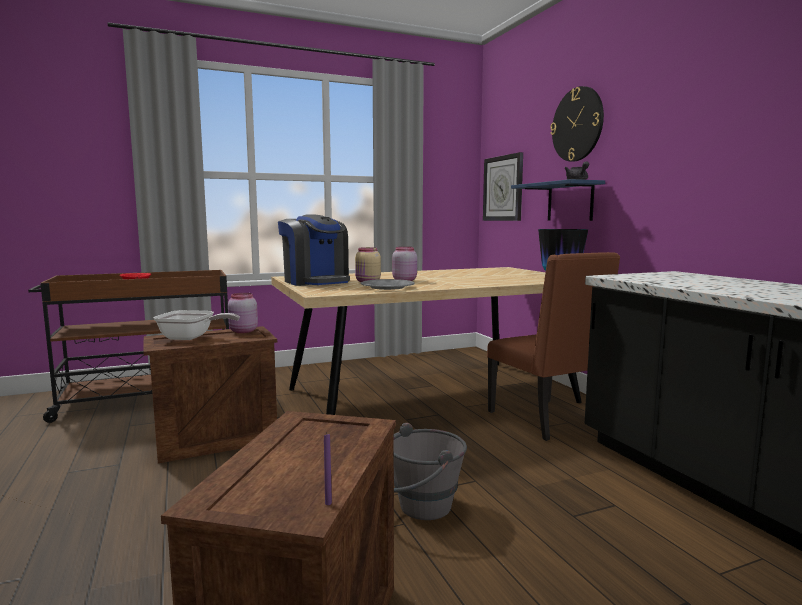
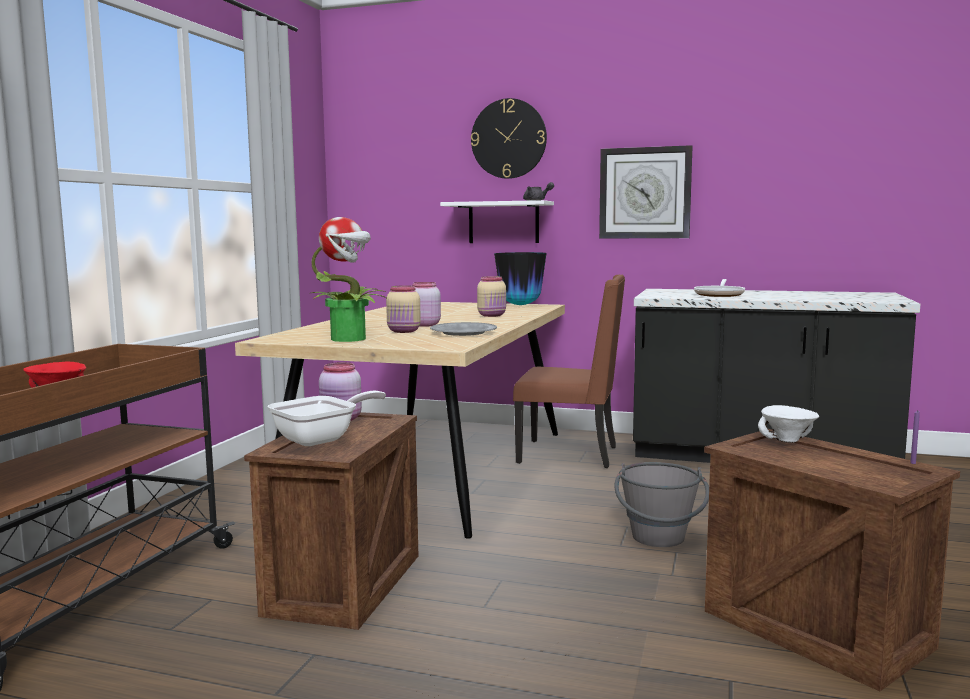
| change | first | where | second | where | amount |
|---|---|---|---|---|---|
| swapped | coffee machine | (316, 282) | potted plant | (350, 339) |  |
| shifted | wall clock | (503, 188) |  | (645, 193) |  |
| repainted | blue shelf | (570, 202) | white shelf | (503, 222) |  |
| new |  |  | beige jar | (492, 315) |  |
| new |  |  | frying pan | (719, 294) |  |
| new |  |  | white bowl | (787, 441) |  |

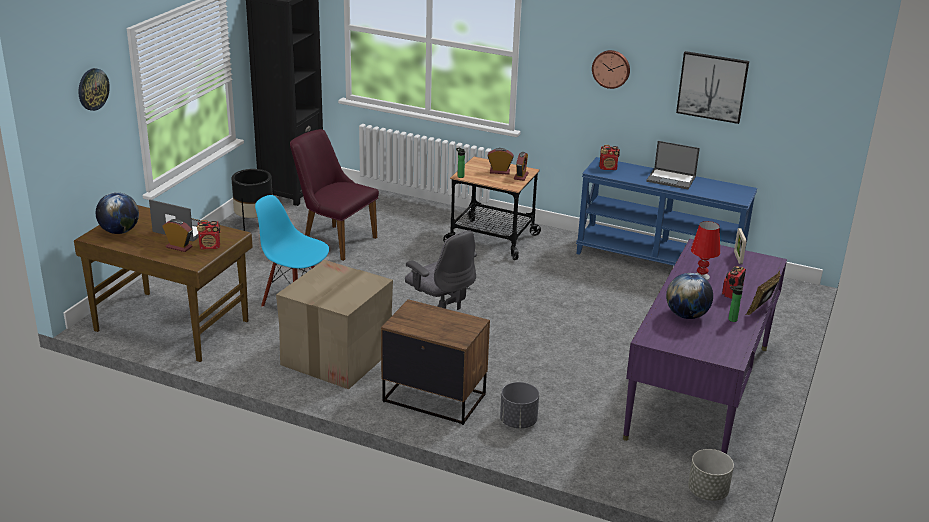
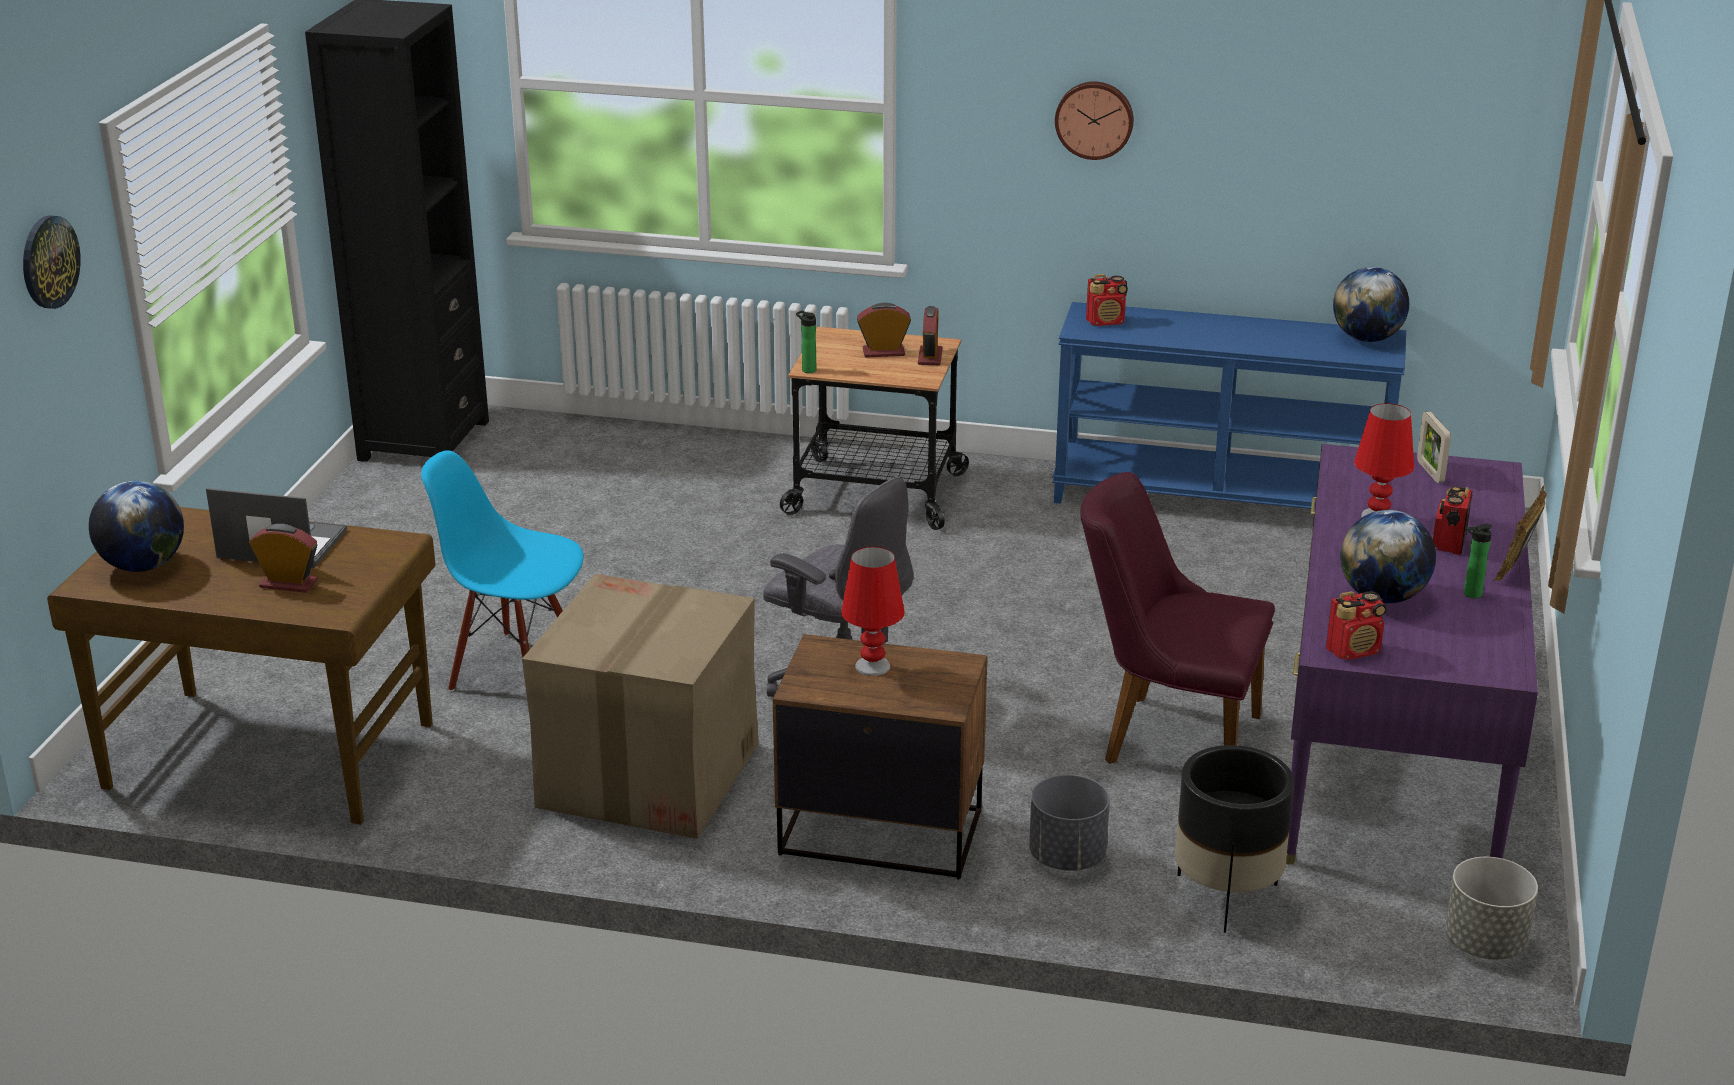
| change | first | where | second | where | amount |
|---|---|---|---|---|---|
| shifted | radio | (210, 246) |  | (1354, 651) |  |
| shifted | black planter | (254, 224) |  | (1226, 897) |  |
| shifted | purple chair | (333, 240) |  | (1166, 736) |  |
| gone | laptop | (671, 179) |  |  |  |
| gone | picture | (712, 86) |  |  |  |
| new |  |  | red table lamp | (873, 666) |  |
| new |  |  | globe | (1367, 338) |  |

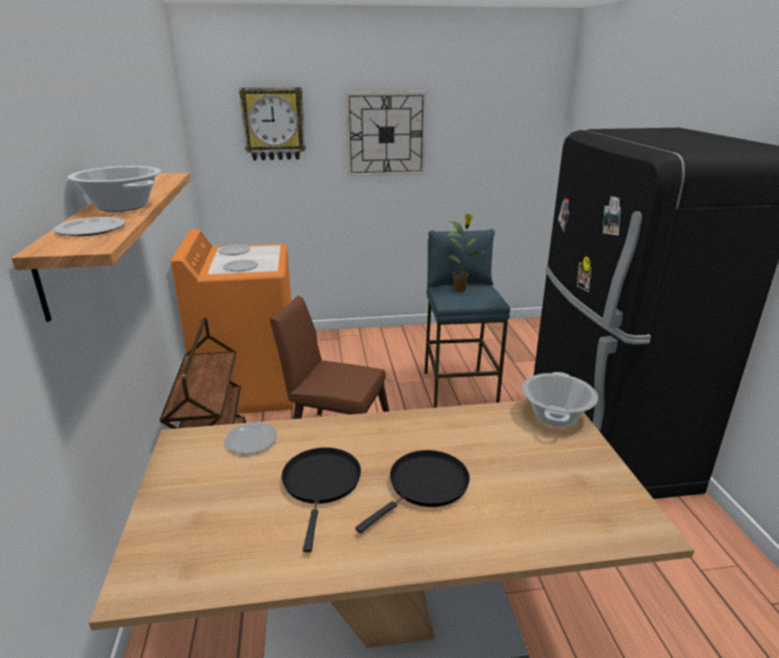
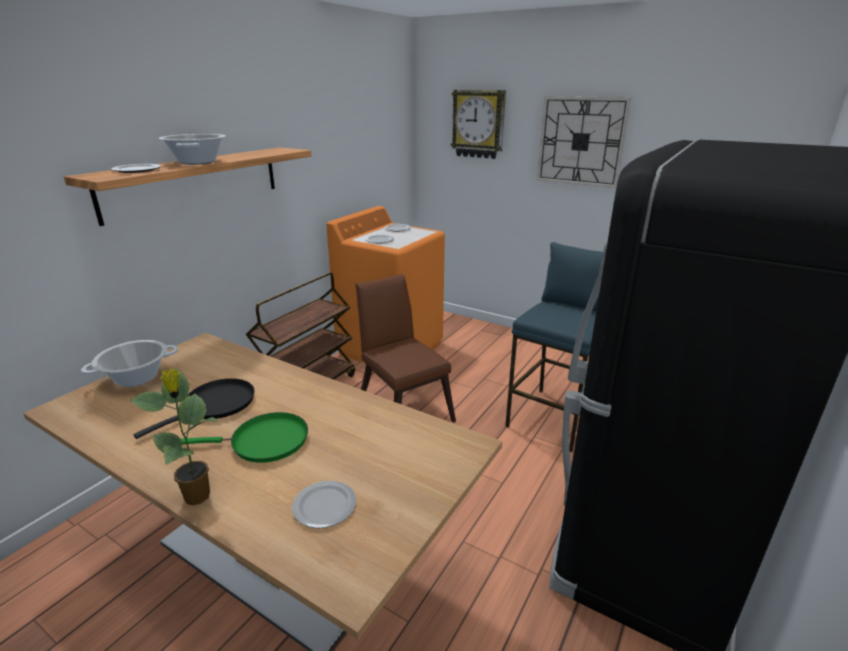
| change | first | where | second | where | amount |
|---|---|---|---|---|---|
| shifted | plate | (250, 441) |  | (323, 506) |  |
| repainted | black frying pan | (425, 486) | green frying pan | (264, 442) |  |
| shifted | potted plant | (460, 289) |  | (198, 497) |  |
| shifted | cooking pot | (556, 415) |  | (137, 378) |  |

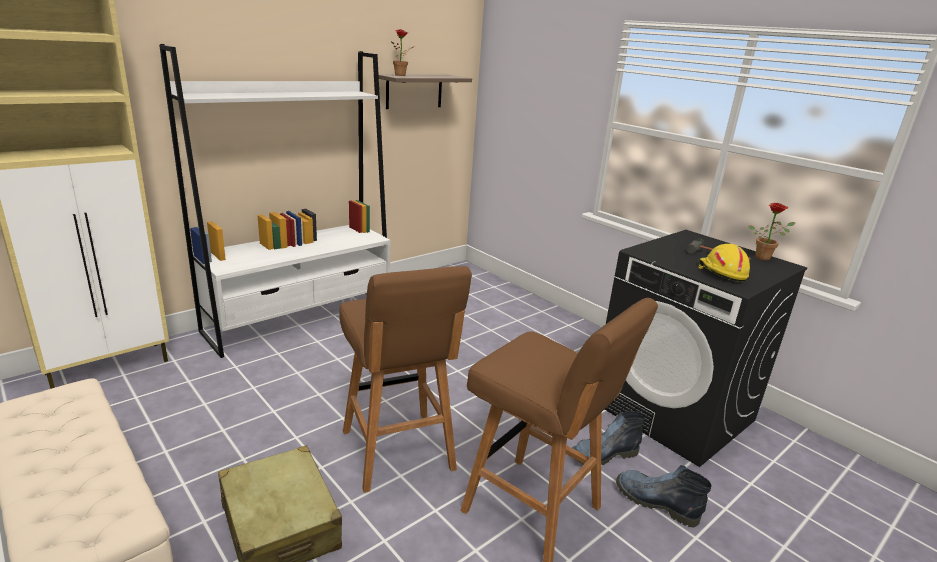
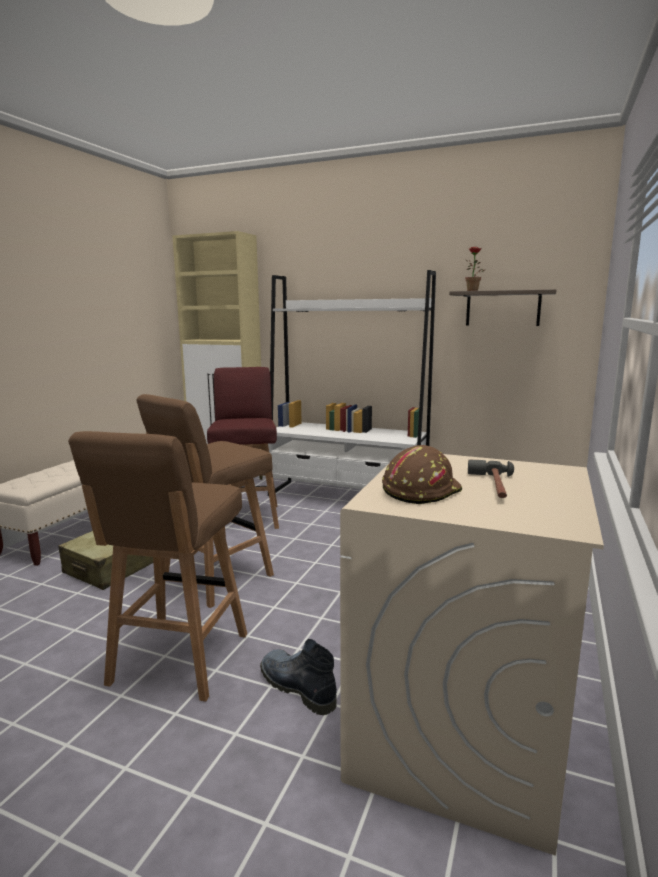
| change | first | where | second | where | amount |
|---|---|---|---|---|---|
| repainted | black washing machine | (673, 411) | beige washing machine | (458, 736) |  |
| gone | boot | (654, 502) |  |  |  |
| repainted | yellow hard hat | (721, 272) | brown hard hat | (420, 491) |  |
| gone | potted plant | (764, 257) |  |  |  |
| new |  |  | red stool | (247, 517) |  |

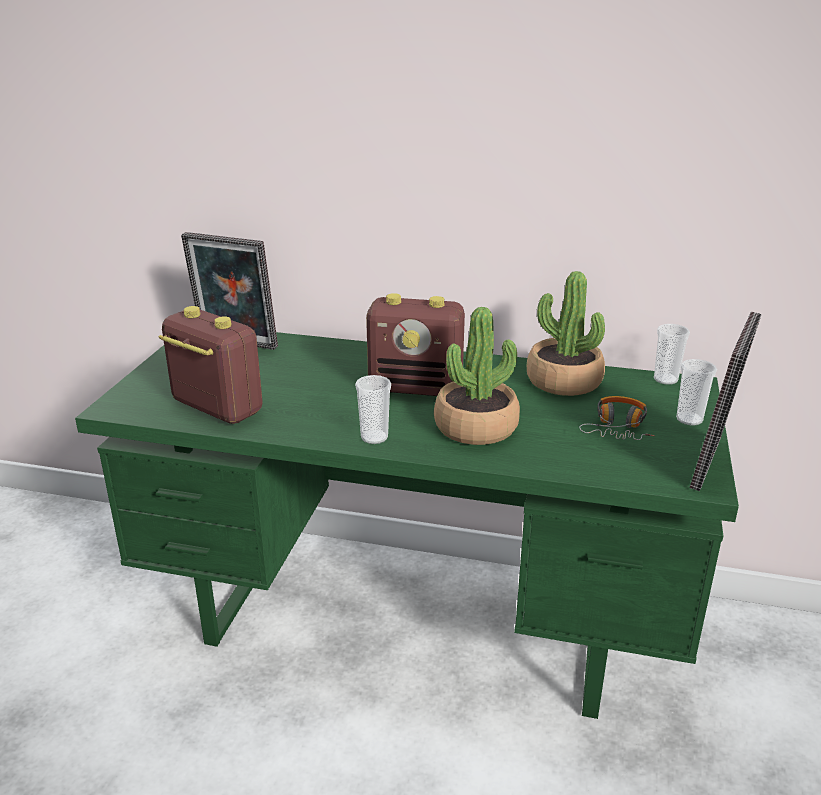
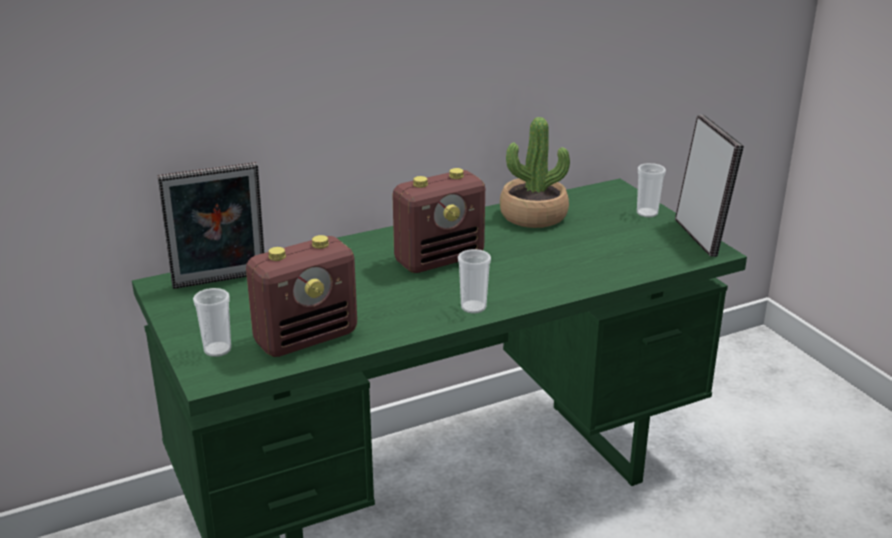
| change | first | where | second | where | amount |
|---|---|---|---|---|---|
| rotated | radio | (216, 407) |  | (307, 338) | 150 degrees clockwise |
| gone | potted plant | (476, 427) |  |  |  |
| gone | headphones | (618, 427) |  |  |  |
| shifted | cup | (665, 379) |  | (217, 350) |  |

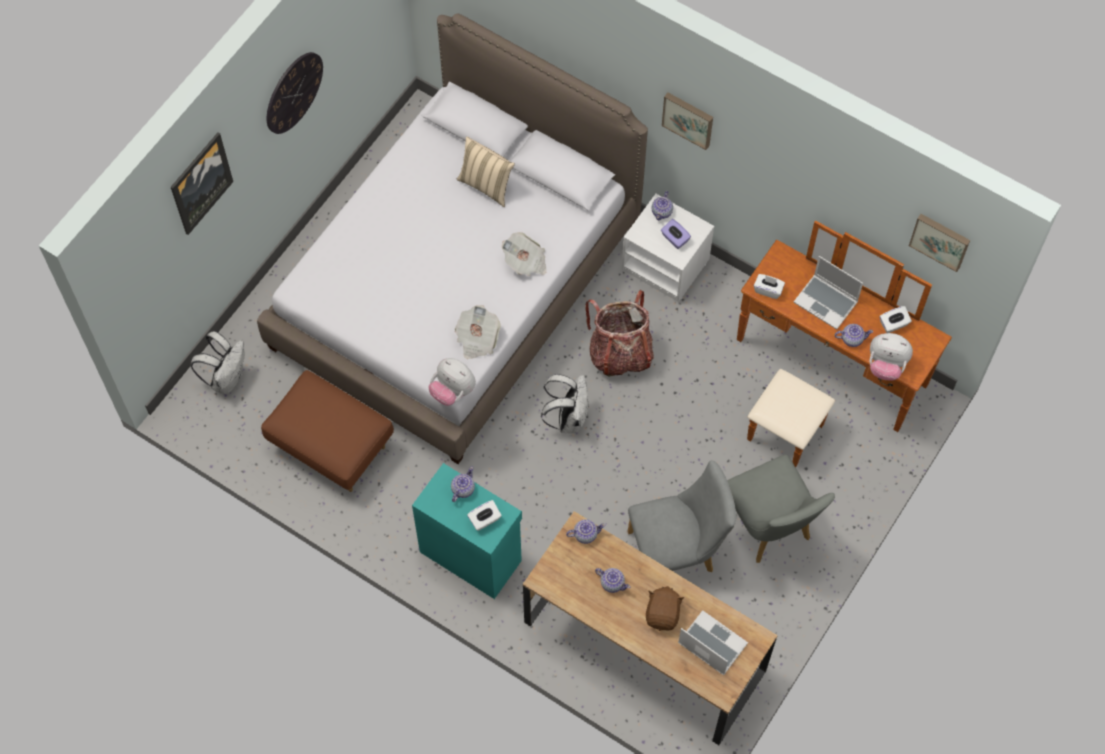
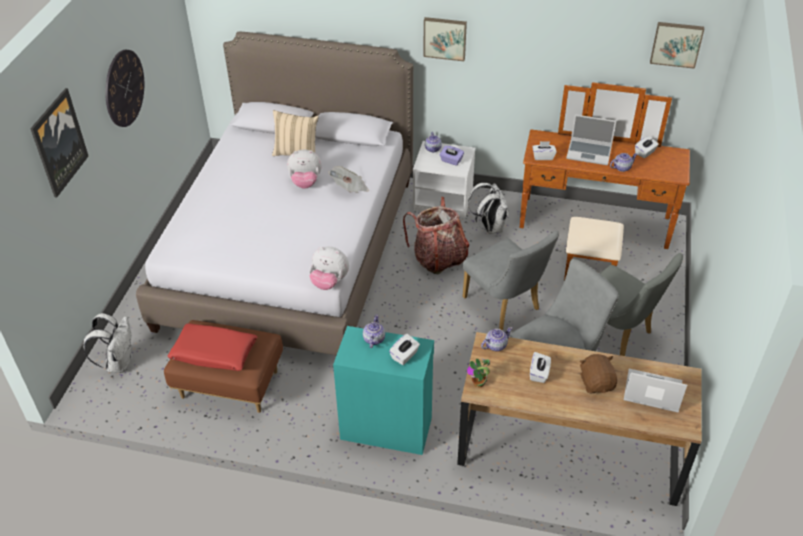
| change | first | where | second | where | amount |
|---|---|---|---|---|---|
| gone | newspaper | (477, 339) |  |  |  |
| shifted | white backpack | (568, 418) |  | (489, 227) |  |
| swapped | teapot | (612, 583) | white tissue box | (539, 373) |  |
| shifted | plush toy | (886, 365) |  | (305, 183) |  |
| new |  |  | red pillow | (214, 353) |  |
| new |  |  | grey chair | (505, 306) |  |
| new |  |  | potted plant | (479, 383) |  |

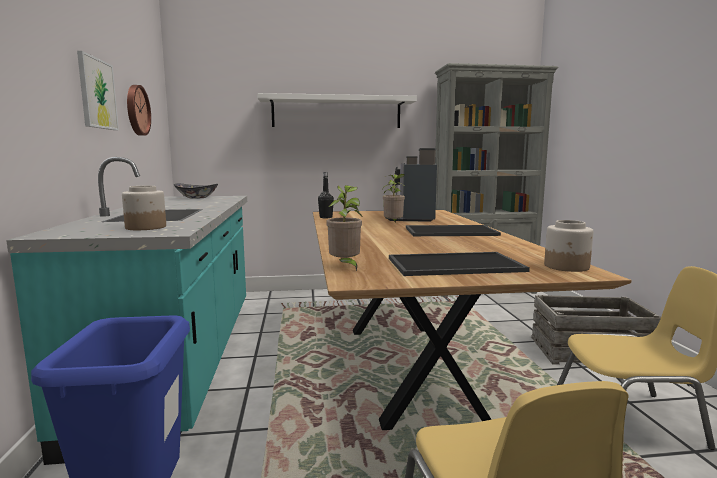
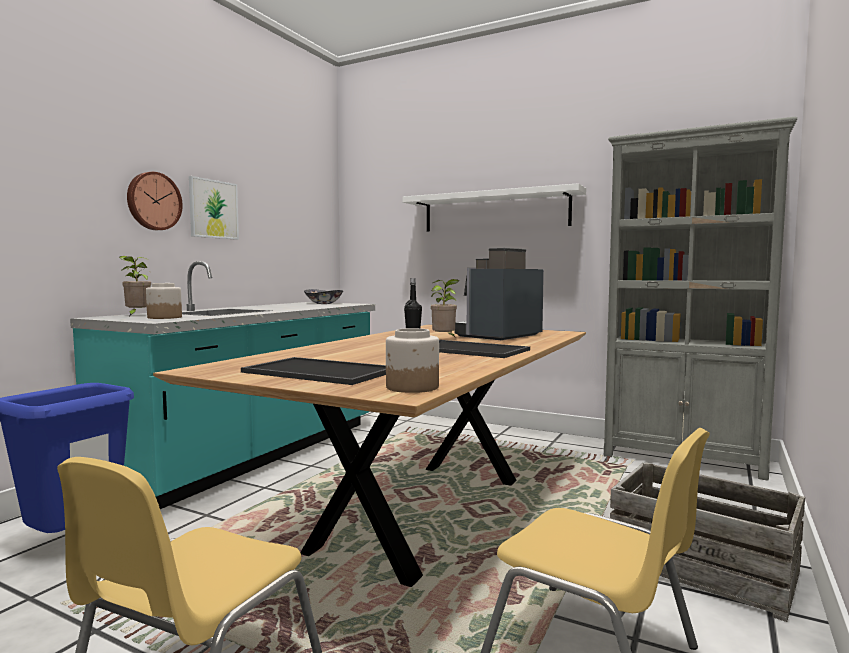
| change | first | where | second | where | amount |
|---|---|---|---|---|---|
| shifted | wall clock | (136, 110) |  | (153, 201) |  |
| shifted | potted plant | (345, 266) |  | (137, 316) |  |

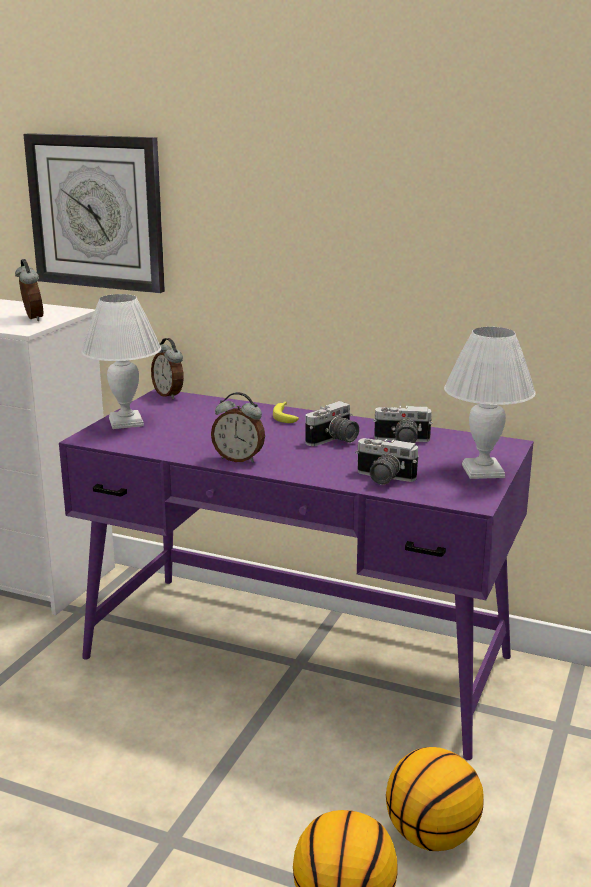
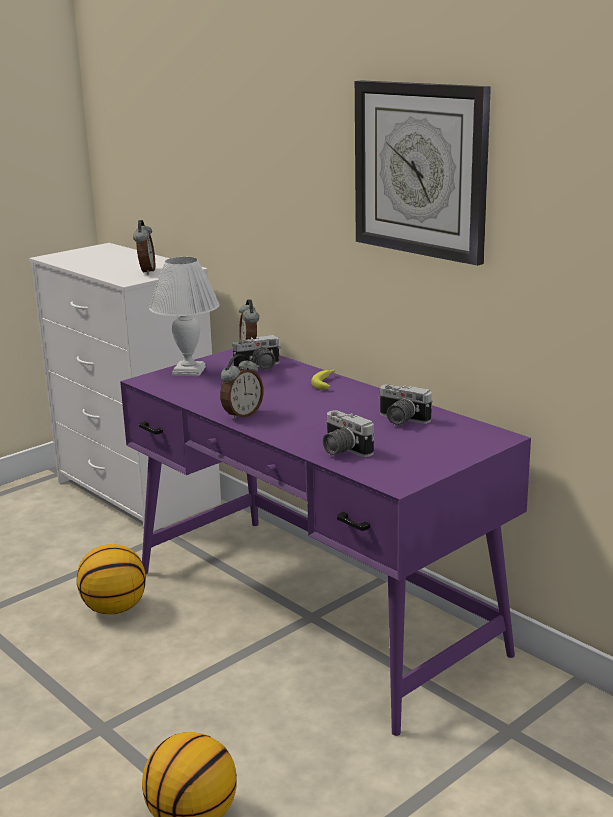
| change | first | where | second | where | amount |
|---|---|---|---|---|---|
| shifted | wall clock | (96, 212) |  | (421, 169) |  |
| rotated | alarm clock | (239, 459) |  | (242, 415) | 90 degrees counterclockwise |
| shifted | photo camera | (334, 441) |  | (259, 367) |  |
| shifted | basketball | (432, 835) |  | (114, 608) |  |
| gone | white table lamp | (482, 471) |  |  |  |

